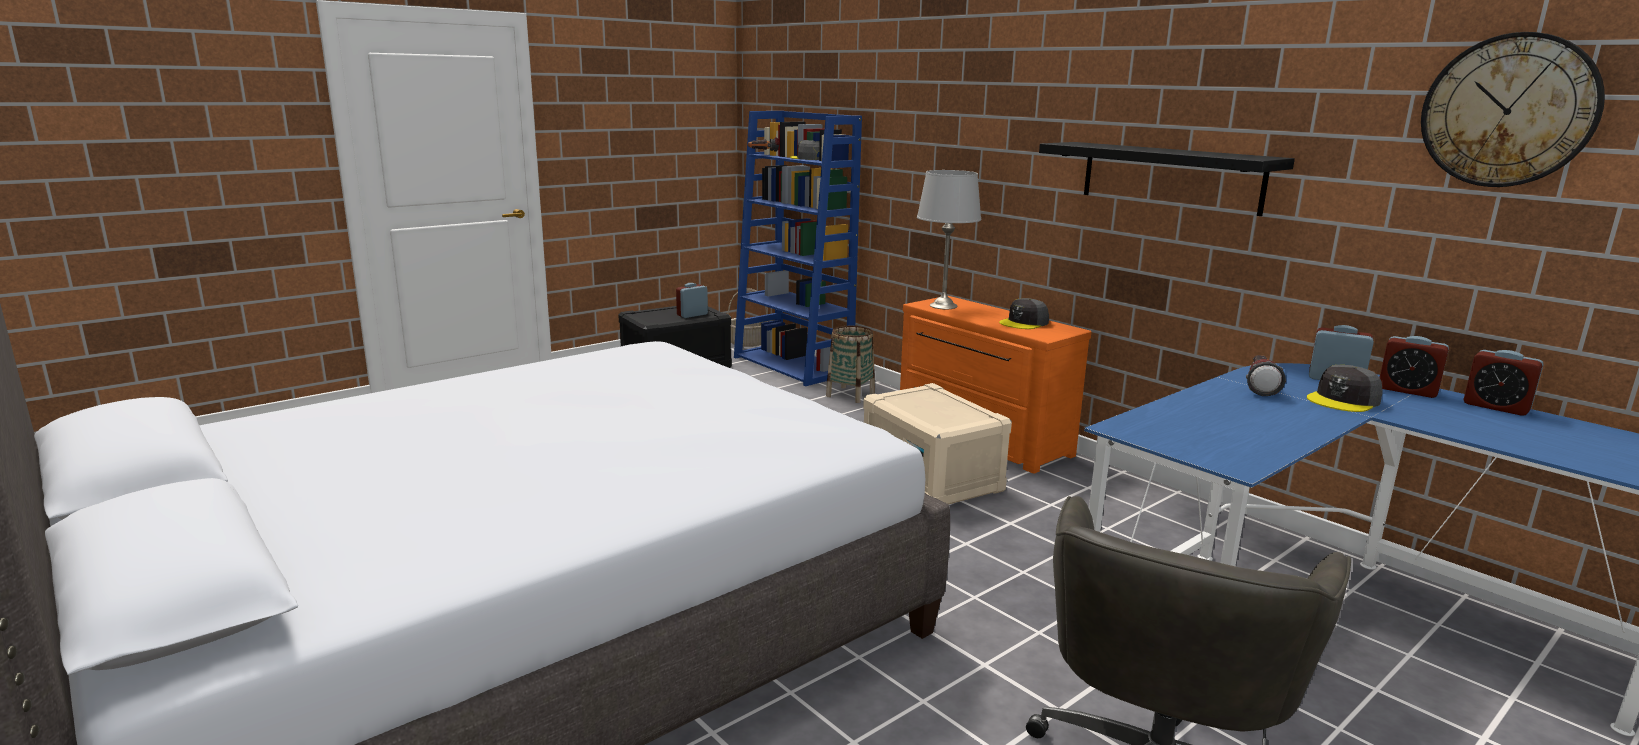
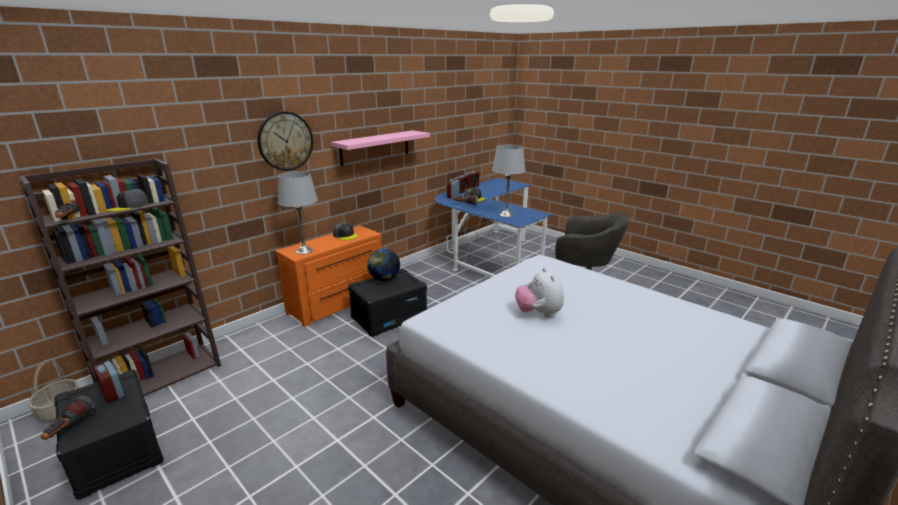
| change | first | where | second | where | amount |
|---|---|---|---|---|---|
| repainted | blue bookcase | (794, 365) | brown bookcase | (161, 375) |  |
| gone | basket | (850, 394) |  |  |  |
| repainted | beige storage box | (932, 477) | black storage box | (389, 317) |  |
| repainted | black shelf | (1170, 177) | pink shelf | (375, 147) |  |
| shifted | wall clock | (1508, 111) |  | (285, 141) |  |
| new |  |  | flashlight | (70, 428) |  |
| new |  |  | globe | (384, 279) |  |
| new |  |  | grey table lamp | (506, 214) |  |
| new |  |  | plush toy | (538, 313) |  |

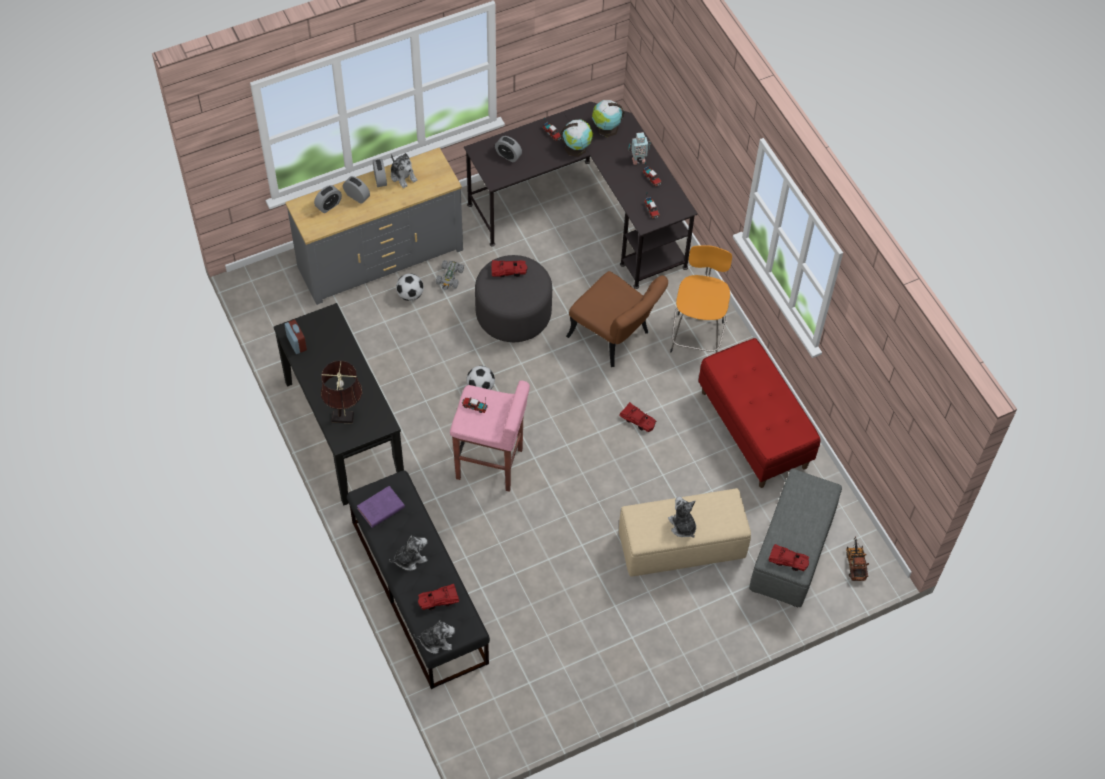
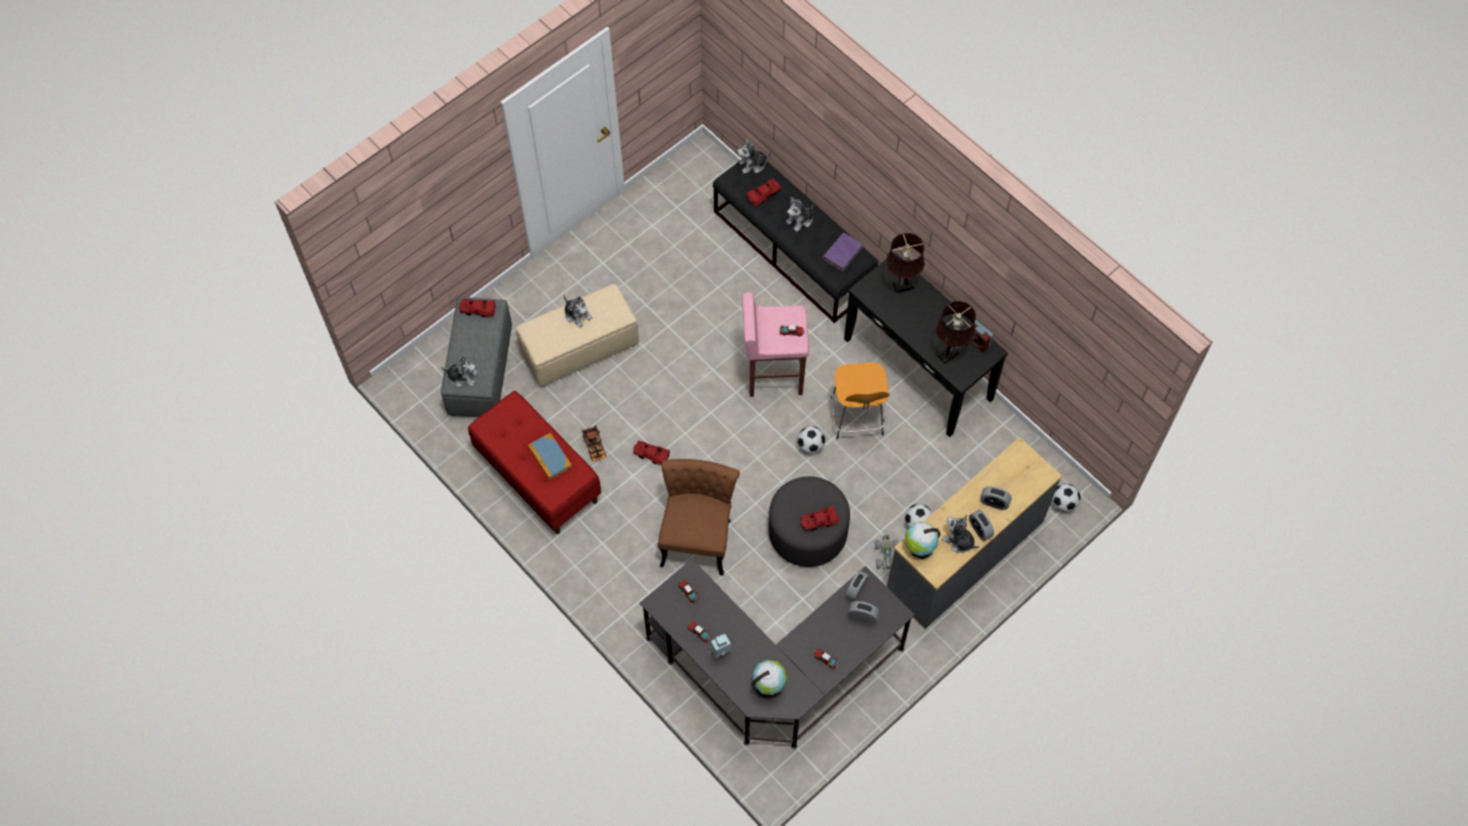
| change | first | where | second | where | amount |
|---|---|---|---|---|---|
| shifted | alarm clock | (328, 205) |  | (856, 590) |  |
| shifted | globe | (576, 148) |  | (919, 548) |  |
| rotated | brown chair | (615, 338) |  | (698, 534) | 75 degrees clockwise |
| shifted | orange stool | (697, 335) |  | (857, 418) |  |
| shifted | toy truck | (855, 563) |  | (595, 448) |  |
| new |  |  | plush toy | (462, 376) |  |
| new |  |  | book | (550, 457) |  |
| new |  |  | brown table lamp | (950, 353) |  |
| new |  |  | football | (1063, 503) |  |

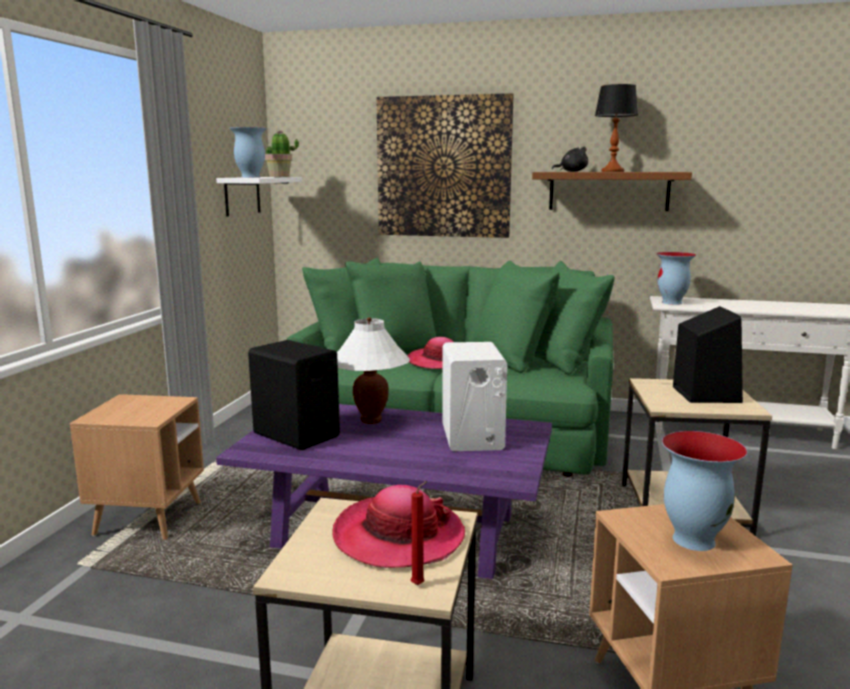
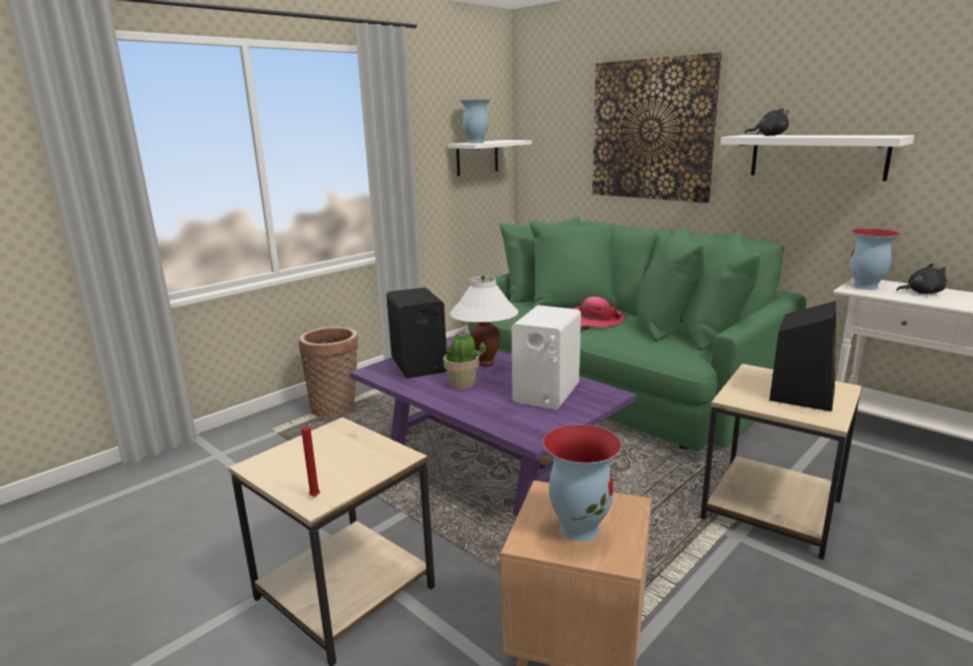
| change | first | where | second | where | amount |
|---|---|---|---|---|---|
| swapped | brown side table | (148, 518) | basket | (336, 408) |  |
| shifted | potted plant | (279, 177) |  | (462, 384) |  |
| gone | hat | (398, 536) |  |  |  |
| repainted | brown shelf | (608, 191) | white shelf | (817, 156) |  |
| gone | table lamp | (613, 171) |  |  |  |
| new |  |  | black plush toy | (922, 293) |  |

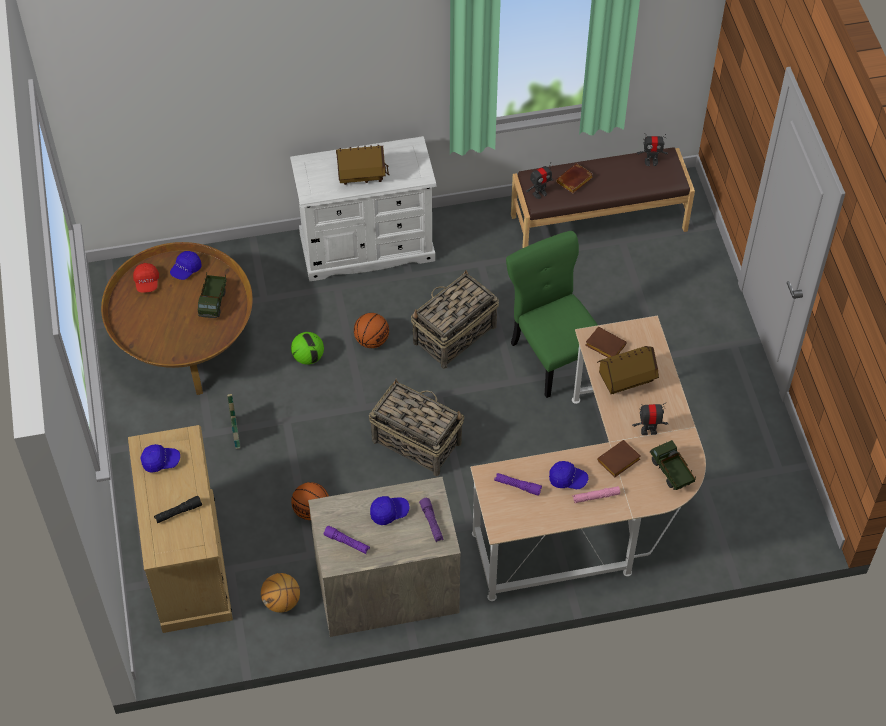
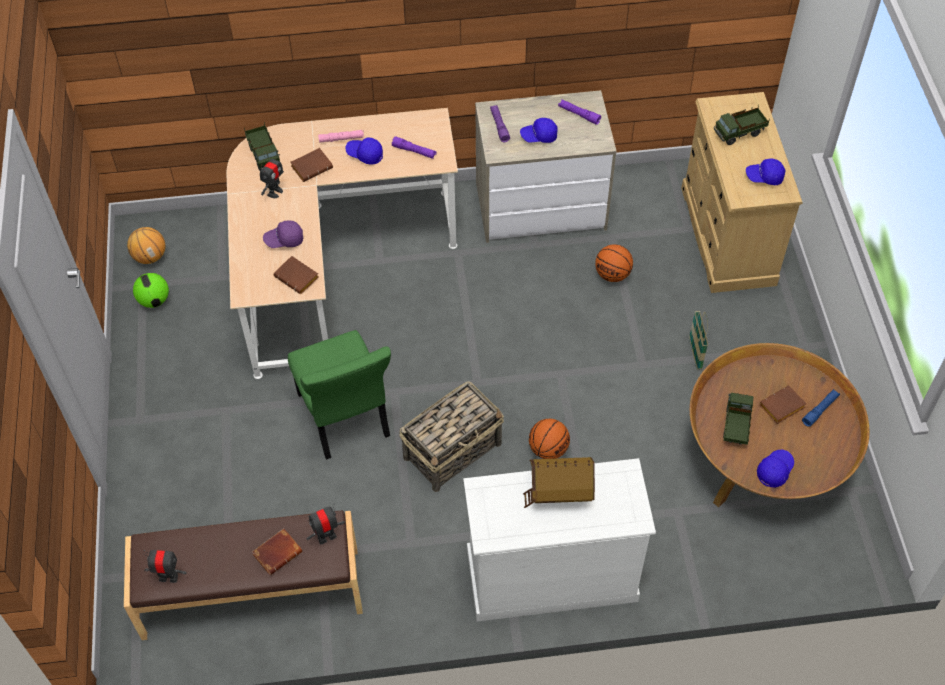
| change | first | where | second | where | amount |
|---|---|---|---|---|---|
| gone | red cap | (147, 282) |  |  |  |
| swapped | black flashlight | (178, 512) | toy truck | (739, 133) |  |
| shifted | basketball | (282, 601) |  | (150, 256) |  |
| shifted | football | (308, 357) |  | (154, 300) |  |
| gone | basket | (416, 441) |  |  |  |
| swapped | toy house | (626, 381) | purple cap | (284, 240) |  |
| rotated | toy robot | (648, 431) |  | (275, 192) | 60 degrees counterclockwise |
| new |  |  | brown book | (781, 408) |  |
| new |  |  | blue flashlight | (820, 410) |  |

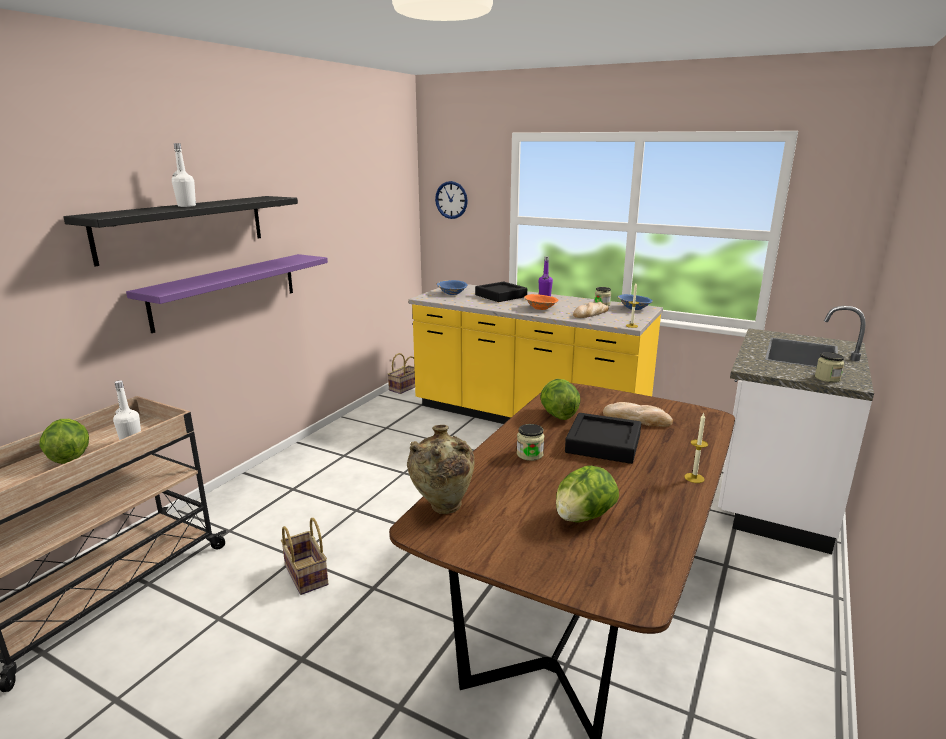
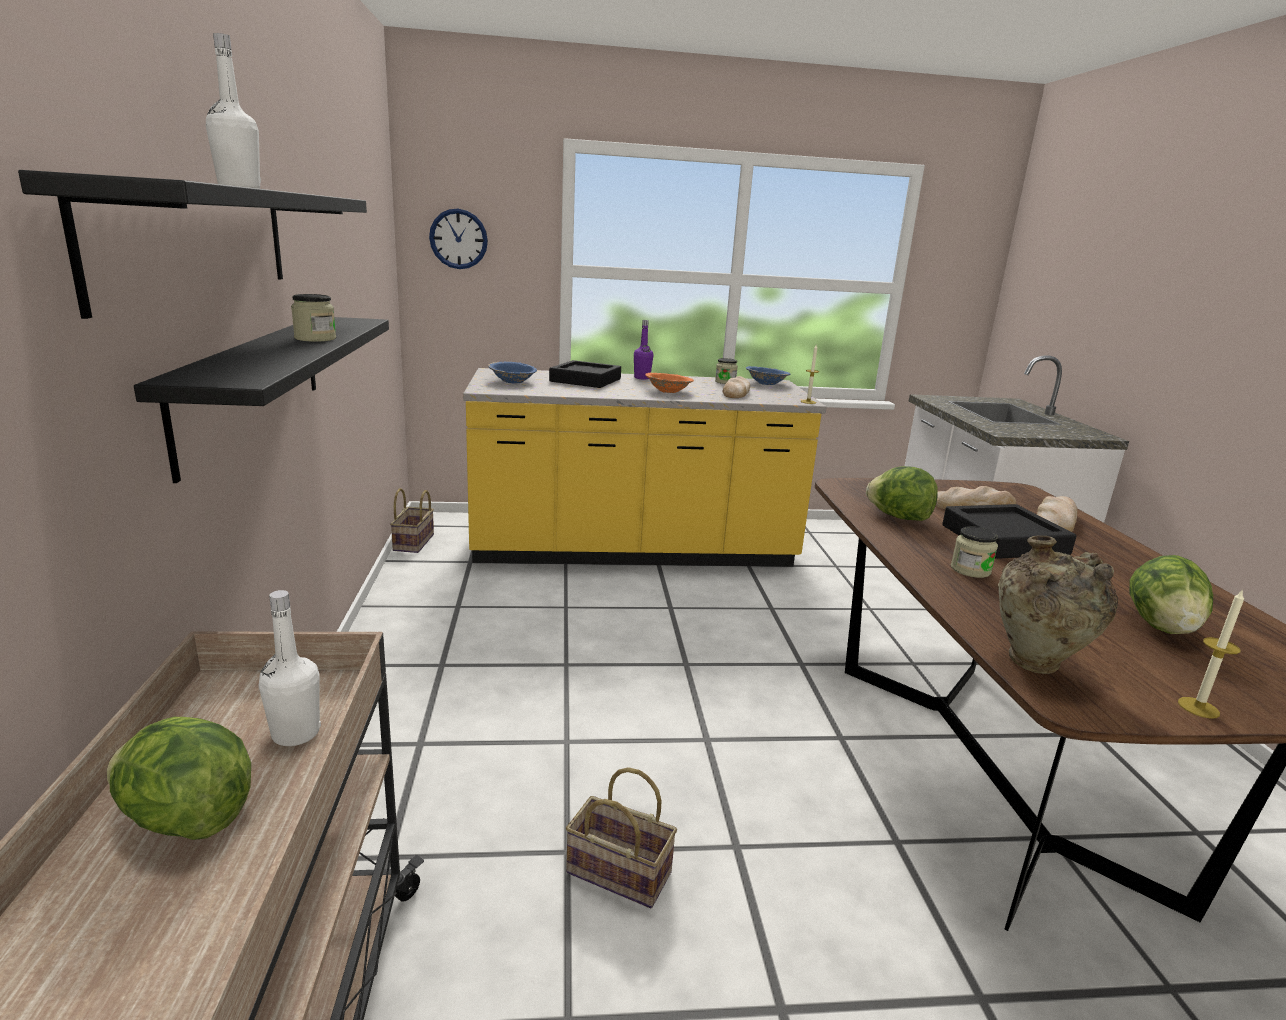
| change | first | where | second | where | amount |
|---|---|---|---|---|---|
| repainted | purple shelf | (226, 290) | black shelf | (253, 384) |  |
| shifted | candle | (694, 478) |  | (1198, 707) |  |
| shifted | jar | (827, 378) |  | (315, 338) |  |
| new |  |  | bread | (1055, 520) |  |

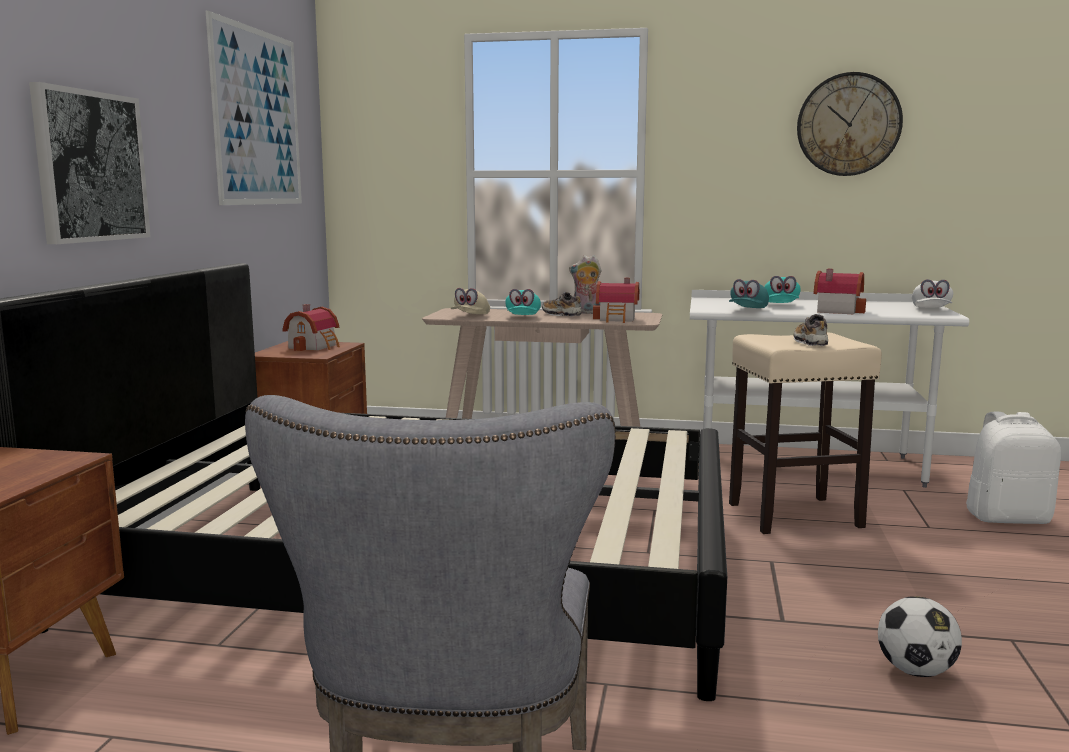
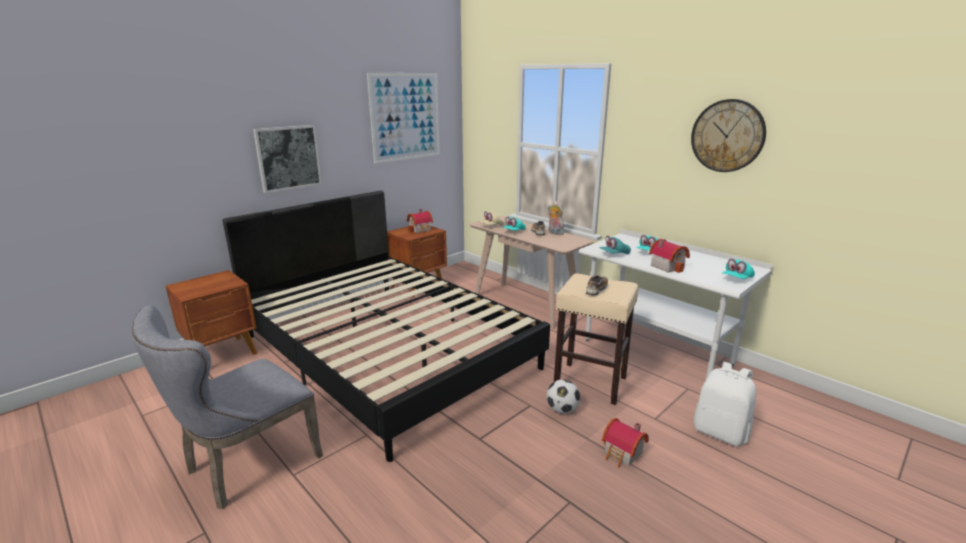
| change | first | where | second | where | amount |
|---|---|---|---|---|---|
| shifted | toy house | (618, 319) |  | (623, 454) |  |
| shifted | football | (915, 671) |  | (562, 410) |  |
| repainted | white cap | (931, 310) | turquoise cap | (737, 279) |  |

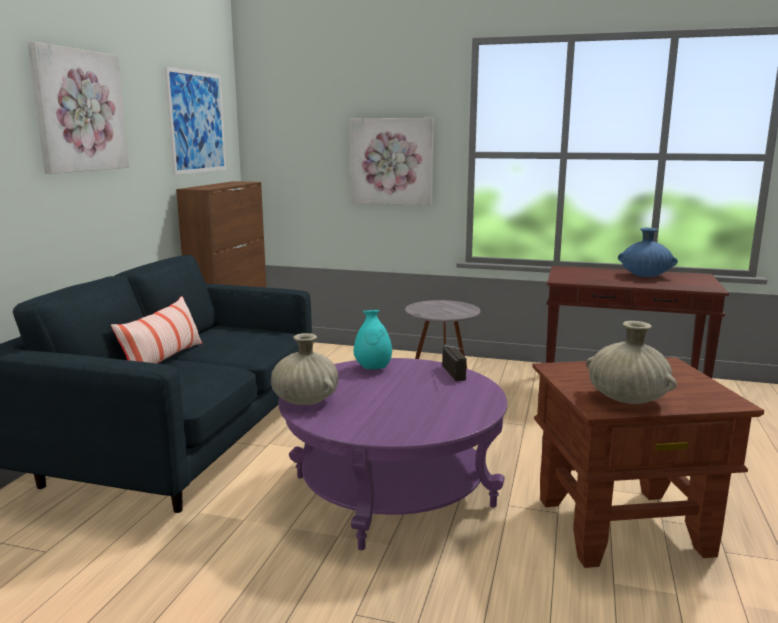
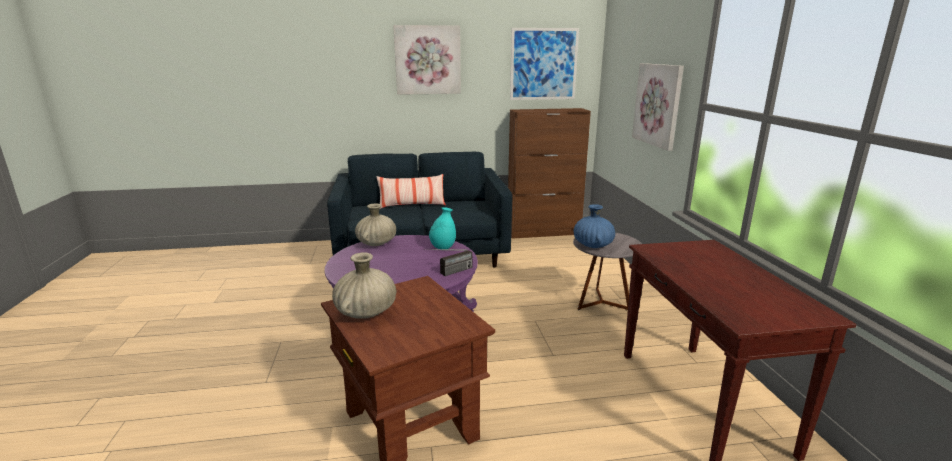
| change | first | where | second | where | amount |
|---|---|---|---|---|---|
| shifted | blue vase | (645, 276) |  | (592, 245) |  |

